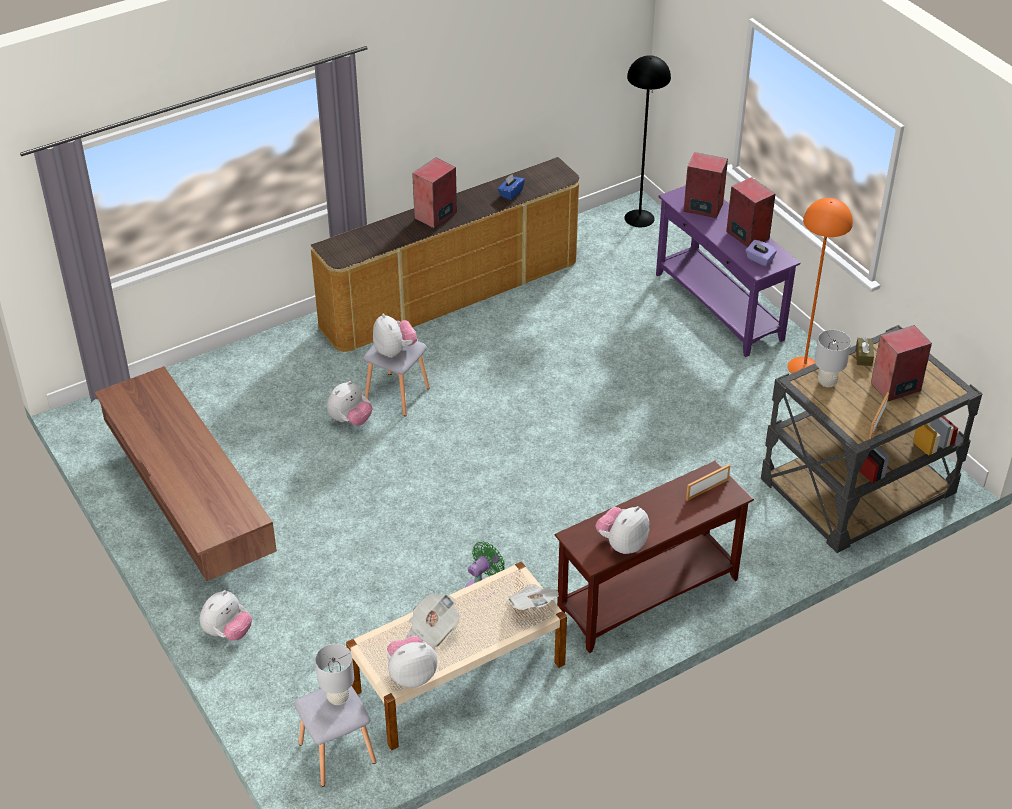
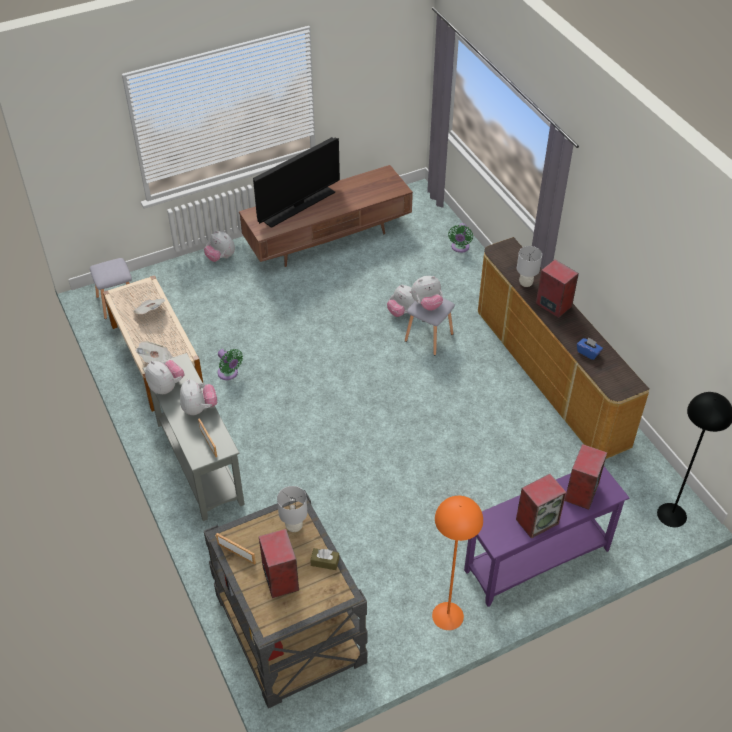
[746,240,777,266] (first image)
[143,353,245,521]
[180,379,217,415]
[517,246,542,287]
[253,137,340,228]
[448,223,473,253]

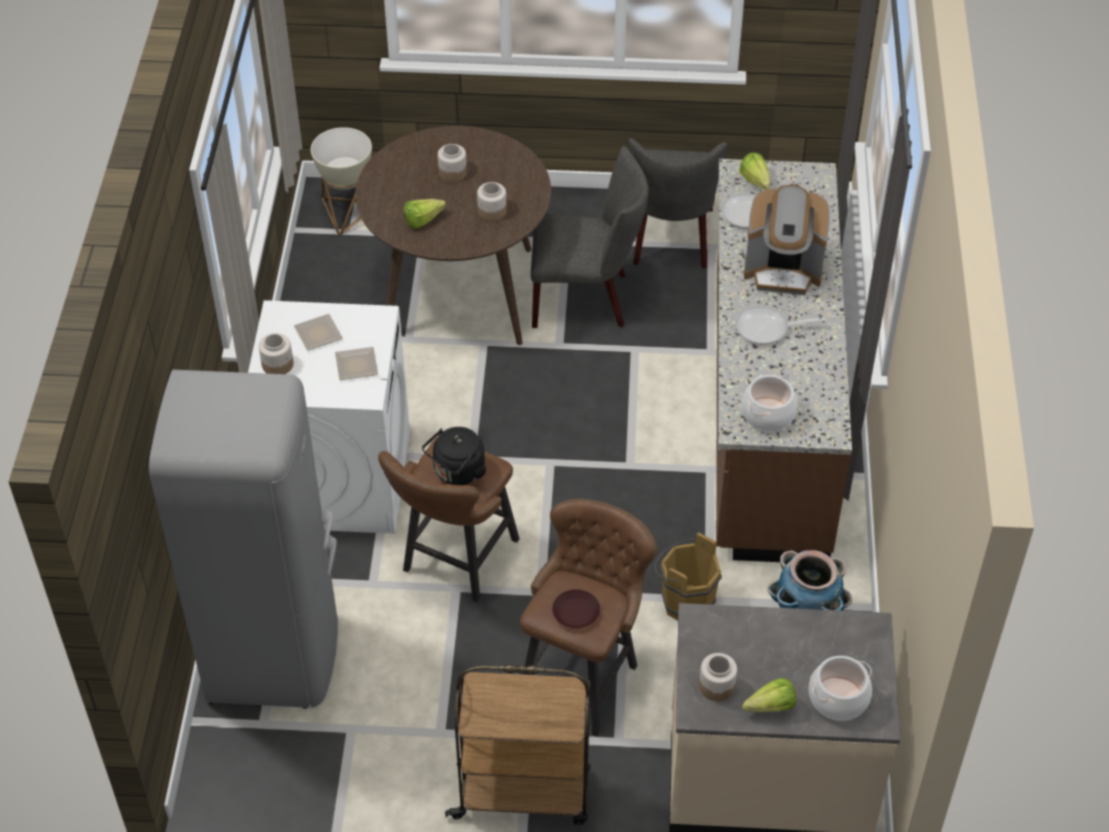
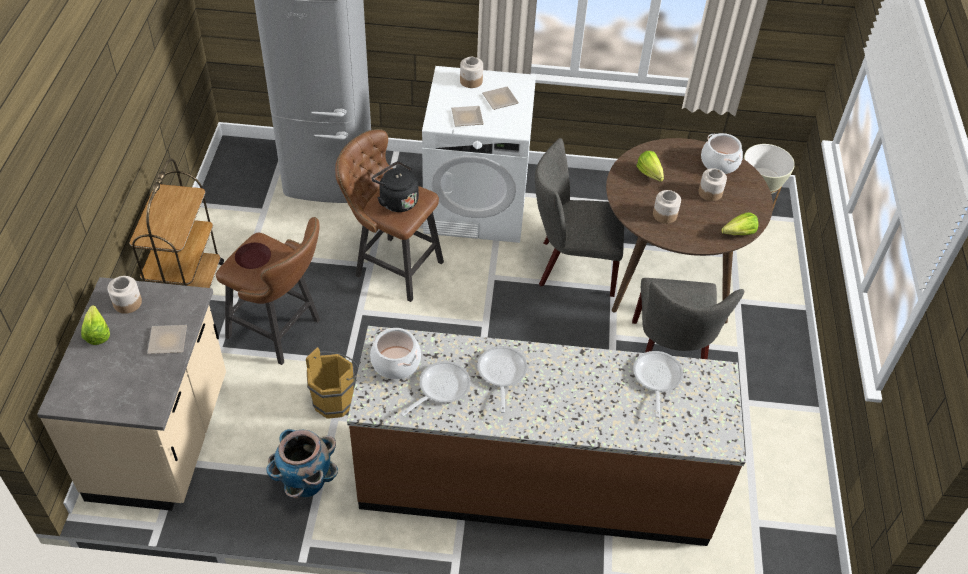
[535,138,624,297]
[721,212,758,235]
[744,185,830,295] (first image)
[701,133,743,174]
[147,325,187,354]
[400,361,470,416]

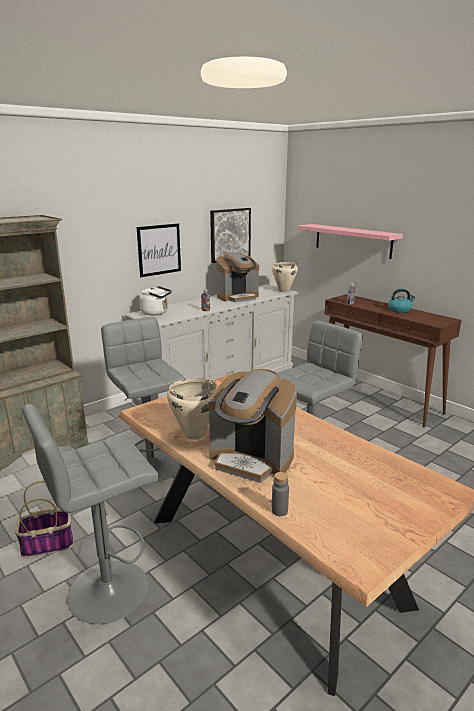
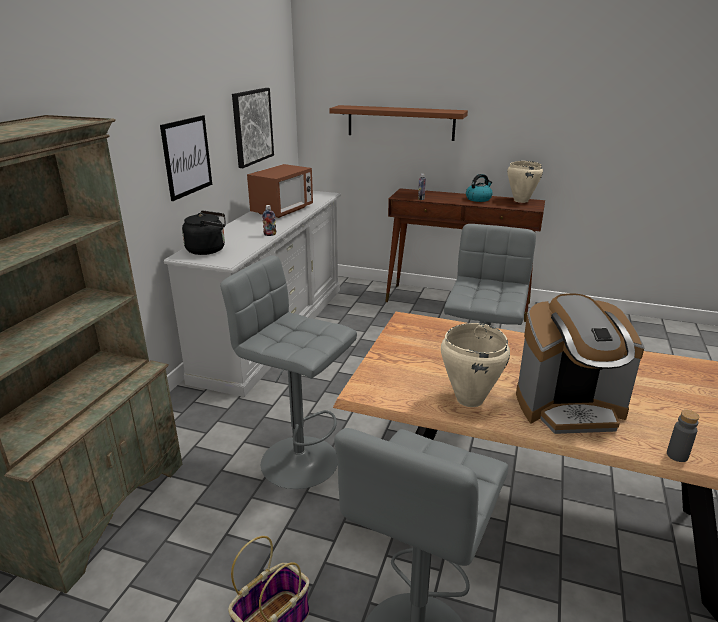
[329,105,468,141]
[247,164,313,218]
[507,161,543,203]
[182,210,226,255]

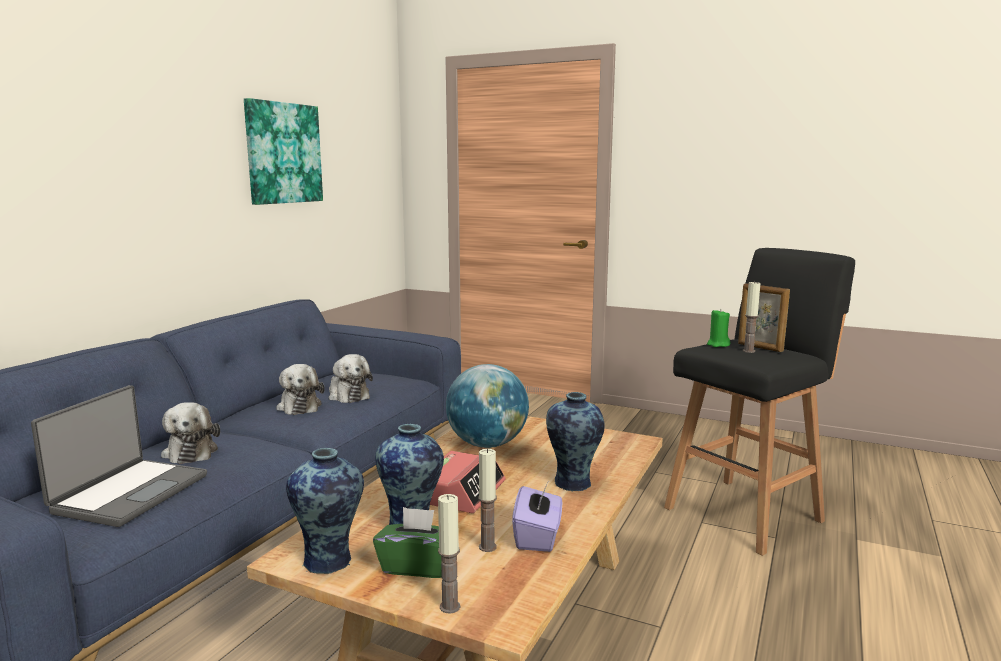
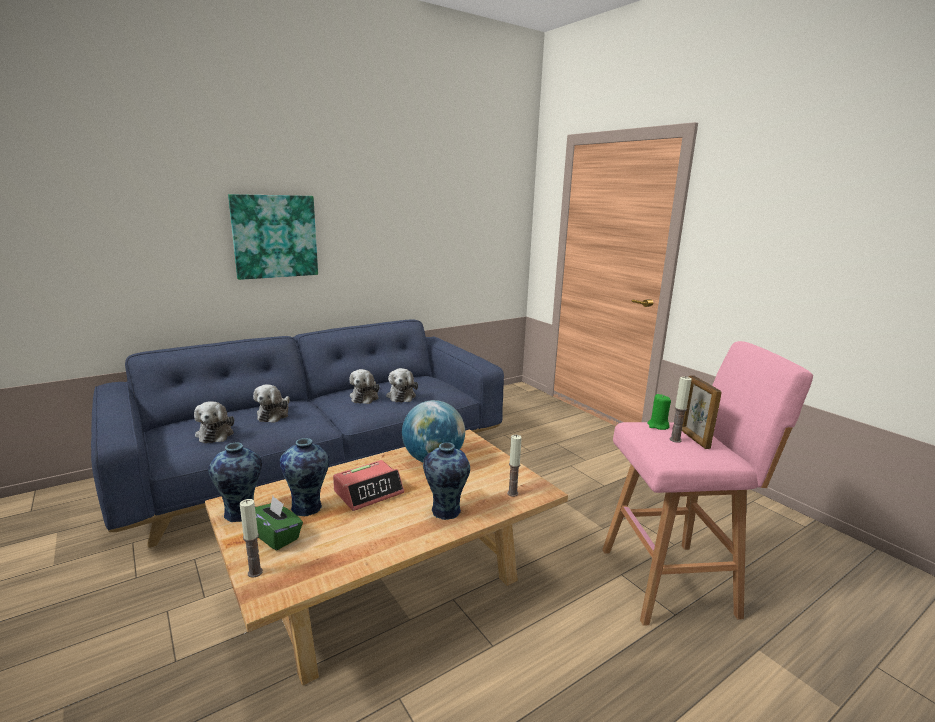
[228,194,318,280]
[602,341,813,626]
[194,401,234,443]
[507,435,522,497]
[512,485,562,552] (first image)

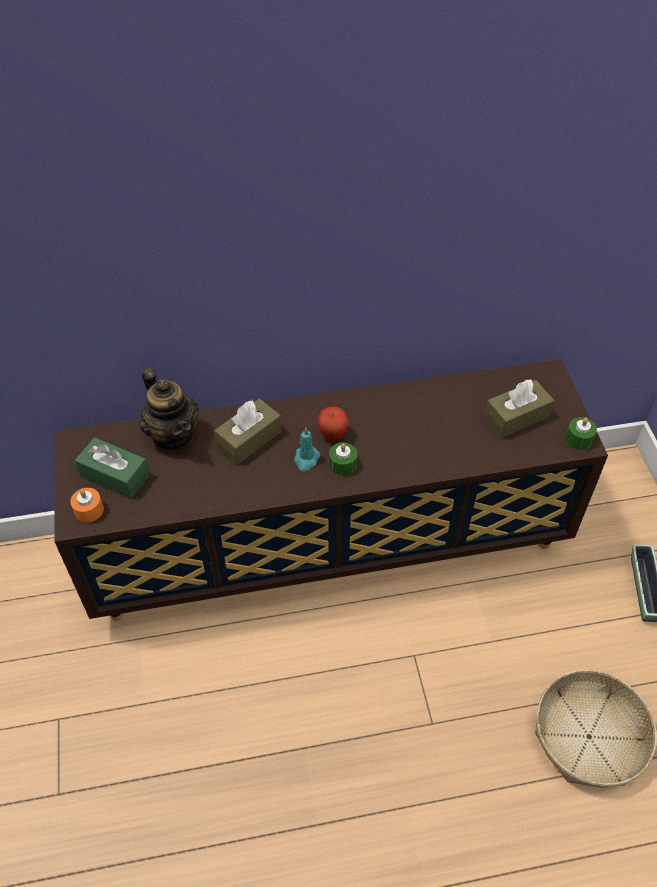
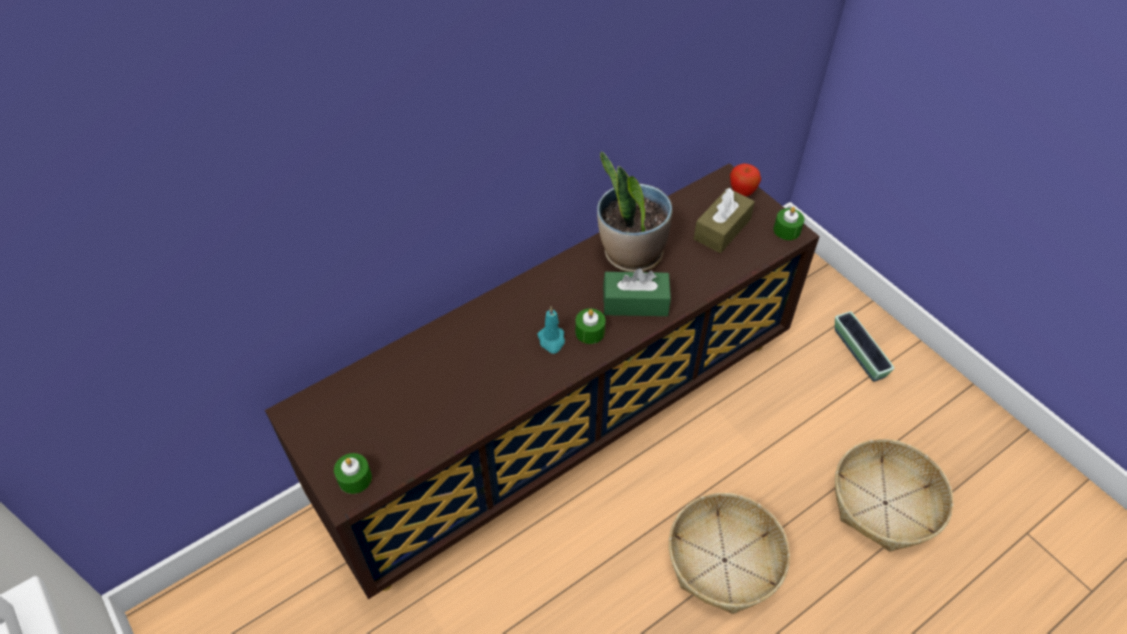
[139,368,199,450] (first image)
[214,398,282,464] (first image)
[730,164,761,197]
[603,268,671,316]
[334,453,372,494]
[597,151,672,272]
[669,493,790,614]

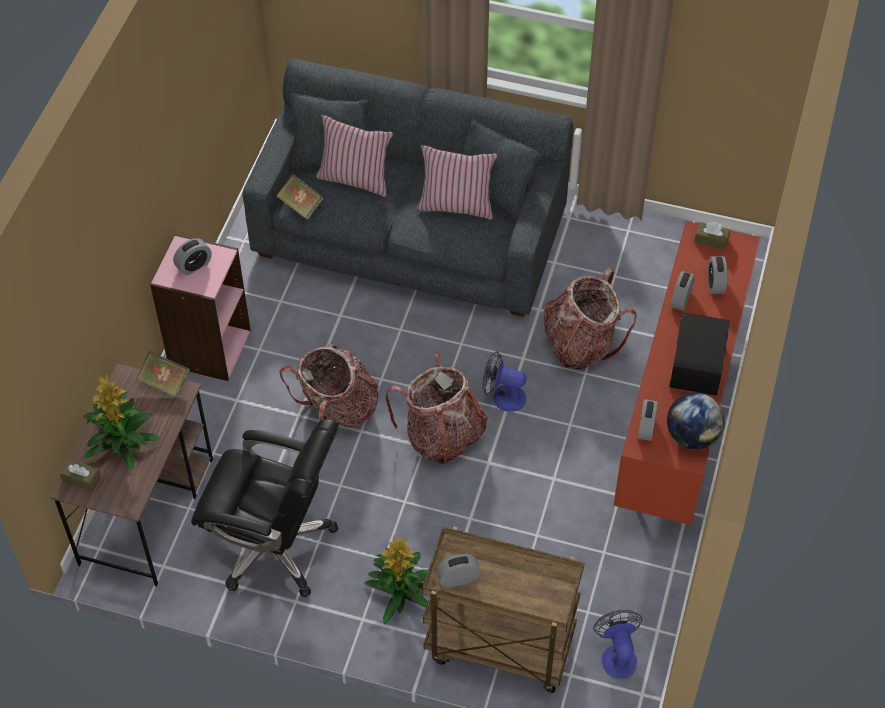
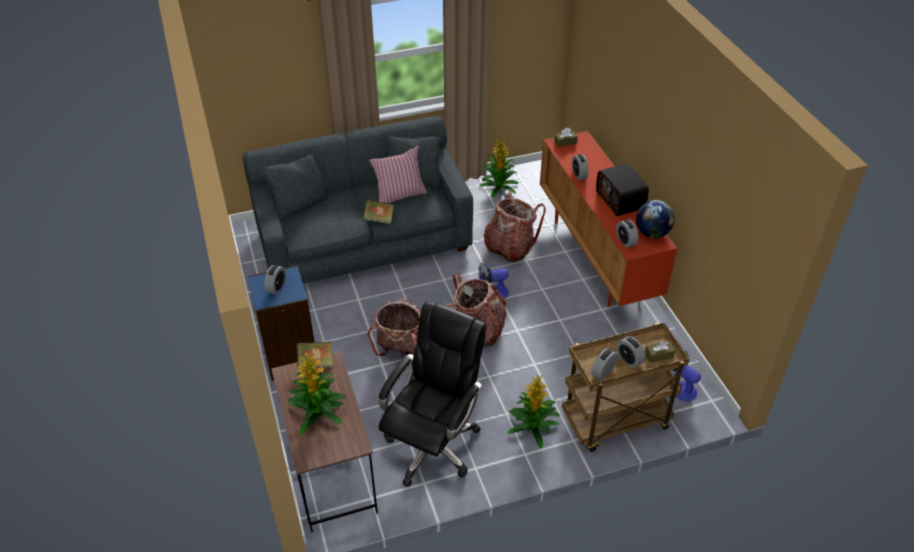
[316,115,393,197] (first image)
[363,200,394,224]
[247,265,315,381]
[616,336,646,368]
[378,301,486,487]
[645,341,676,363]
[479,137,519,198]

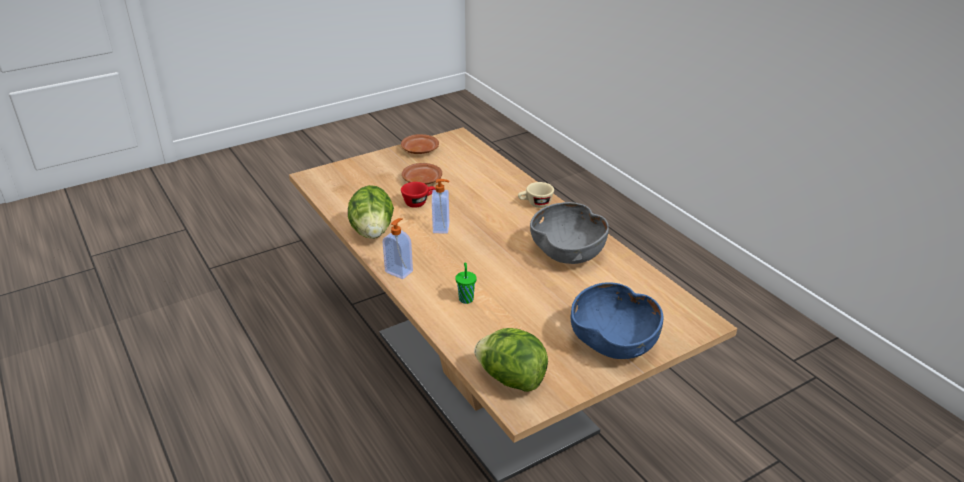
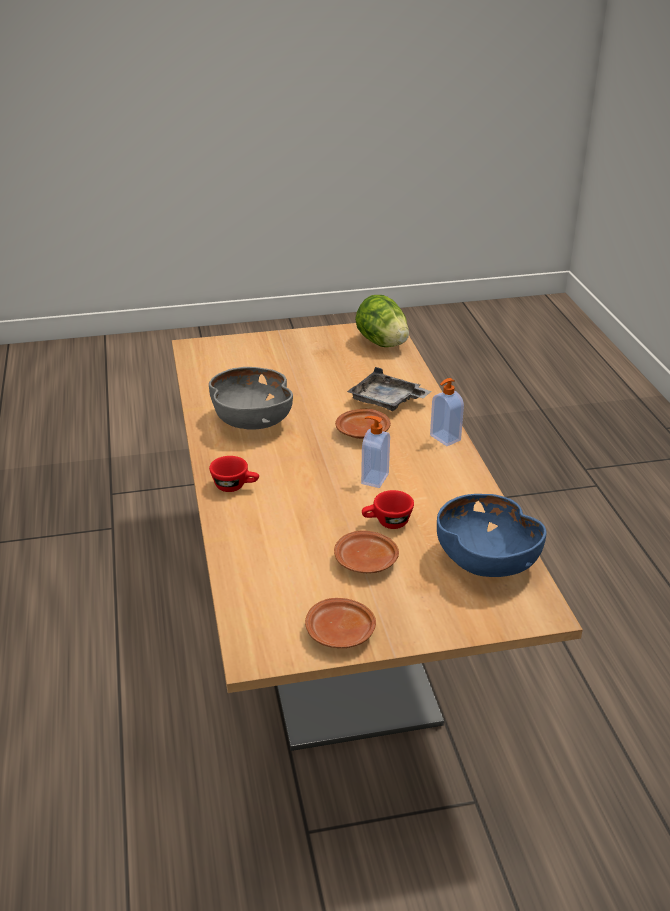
[209,456,259,492]
[348,185,394,239] (first image)
[347,367,431,411]
[437,494,547,577]
[335,409,391,439]

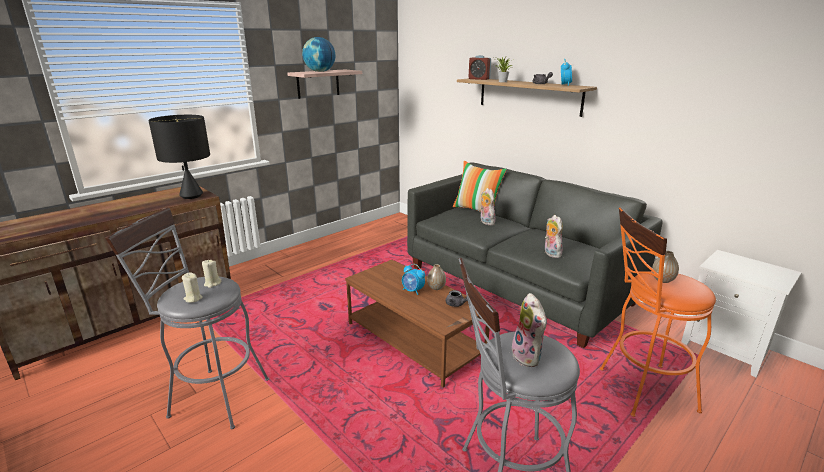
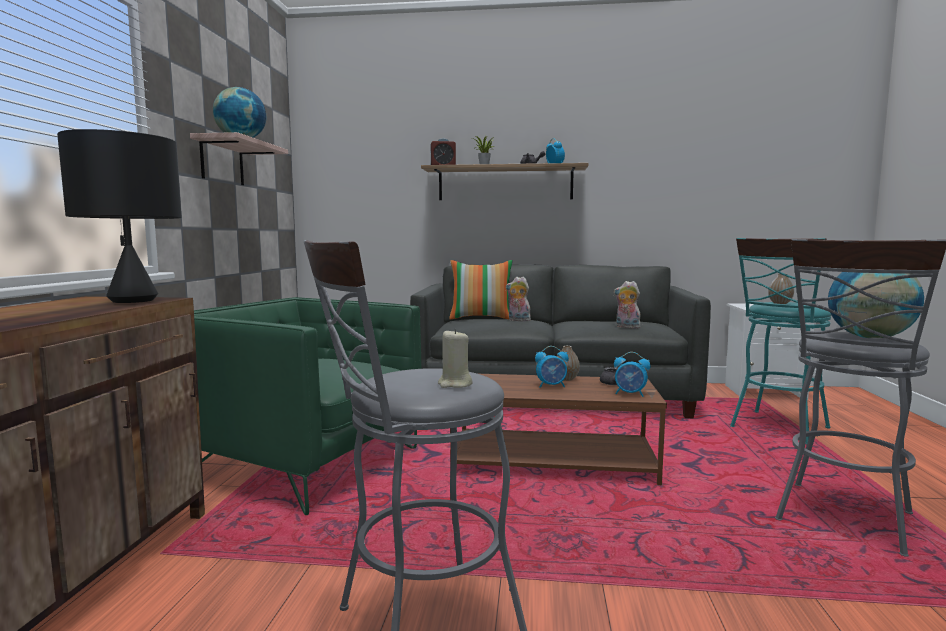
[730,238,831,445]
[202,260,221,288] (first image)
[828,272,924,339]
[194,297,421,515]
[614,352,651,397]

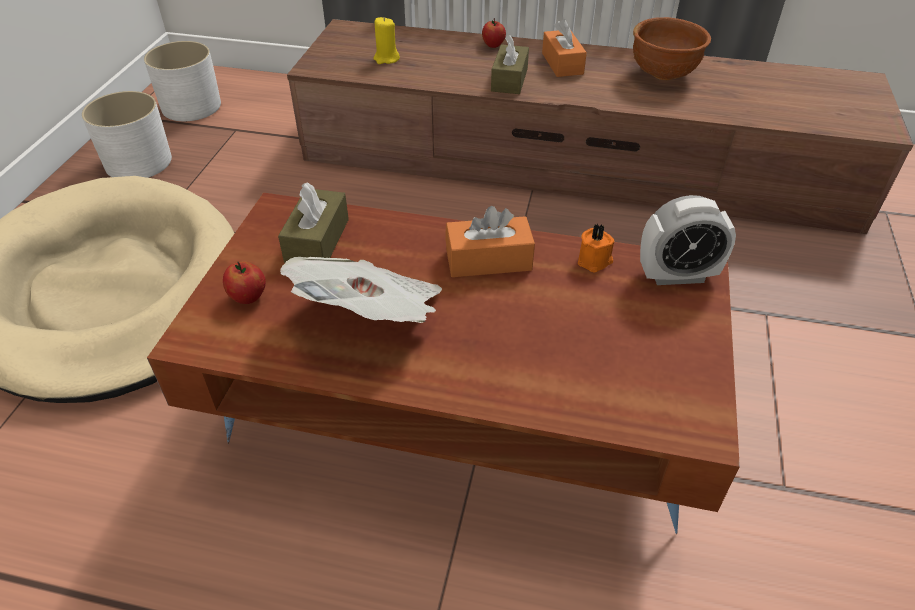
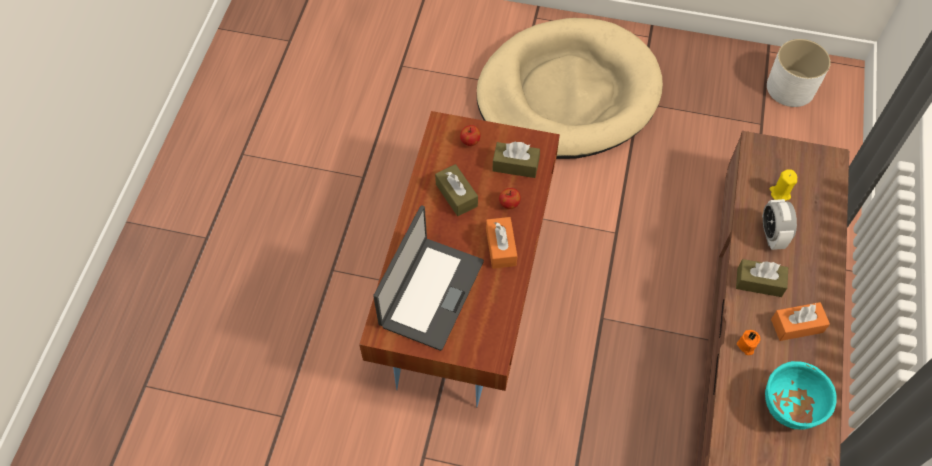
[765,361,837,430]
[499,188,521,209]
[82,91,172,178] (first image)
[762,199,797,250]
[737,330,760,355]
[435,164,478,216]
[373,206,484,351]

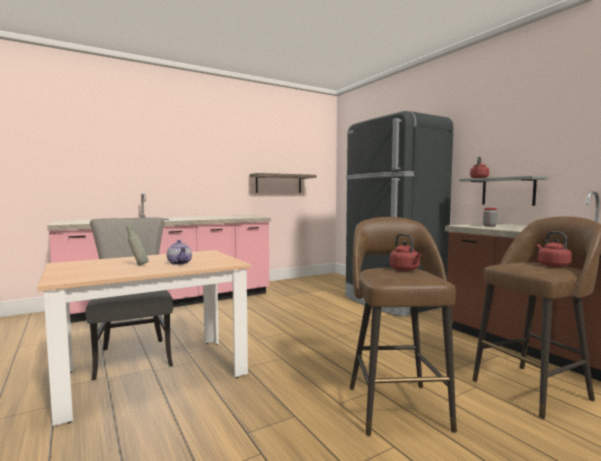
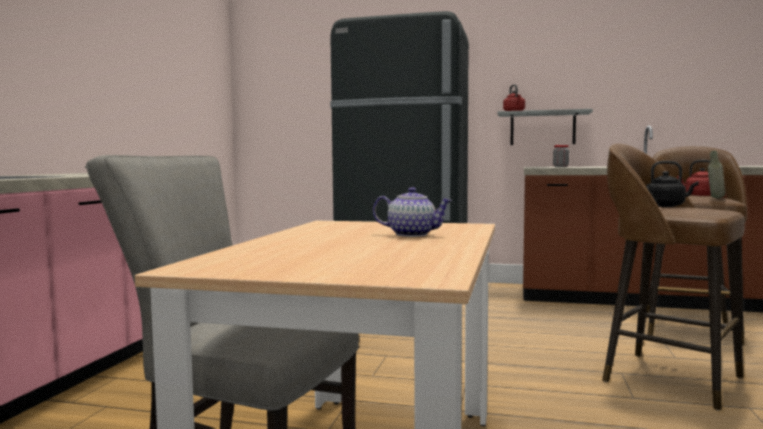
[249,173,317,193] (first image)
[708,151,725,198]
[646,161,699,207]

